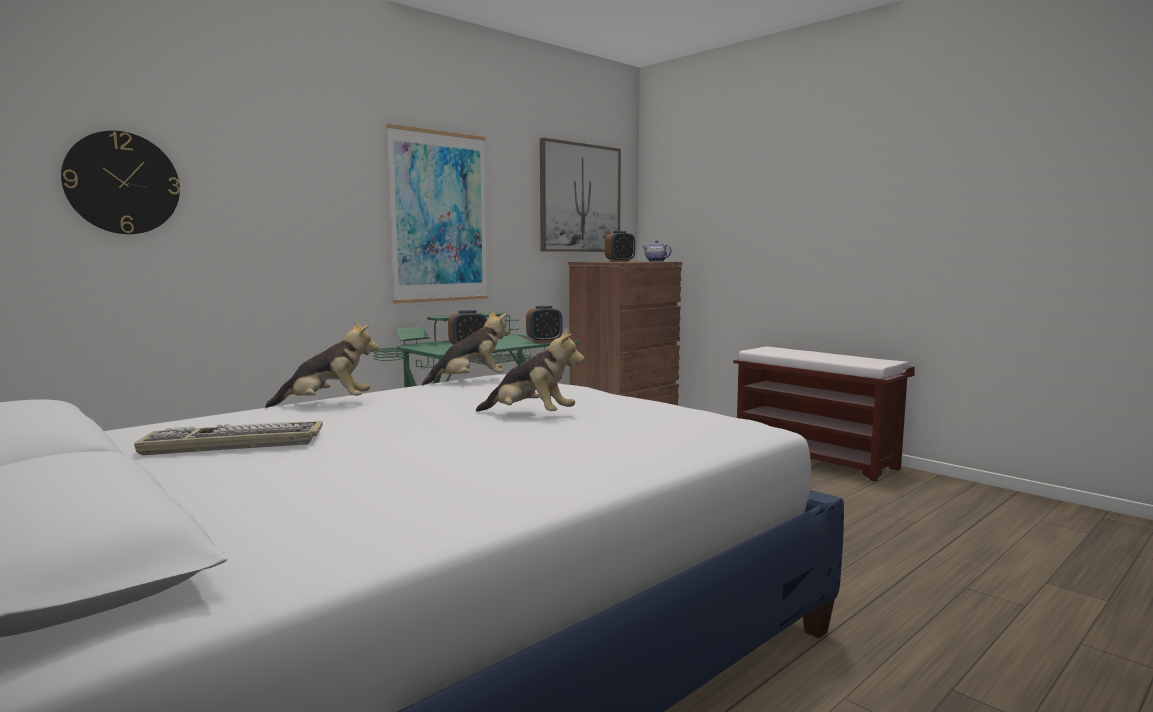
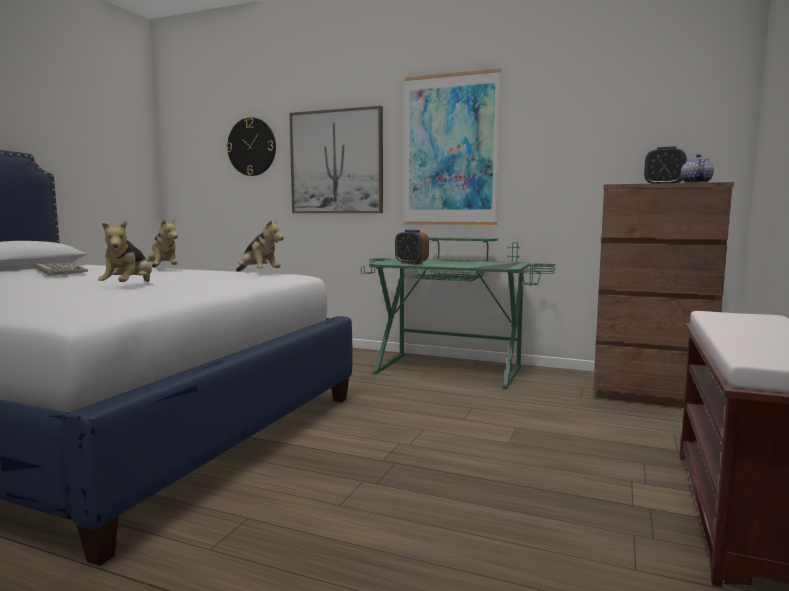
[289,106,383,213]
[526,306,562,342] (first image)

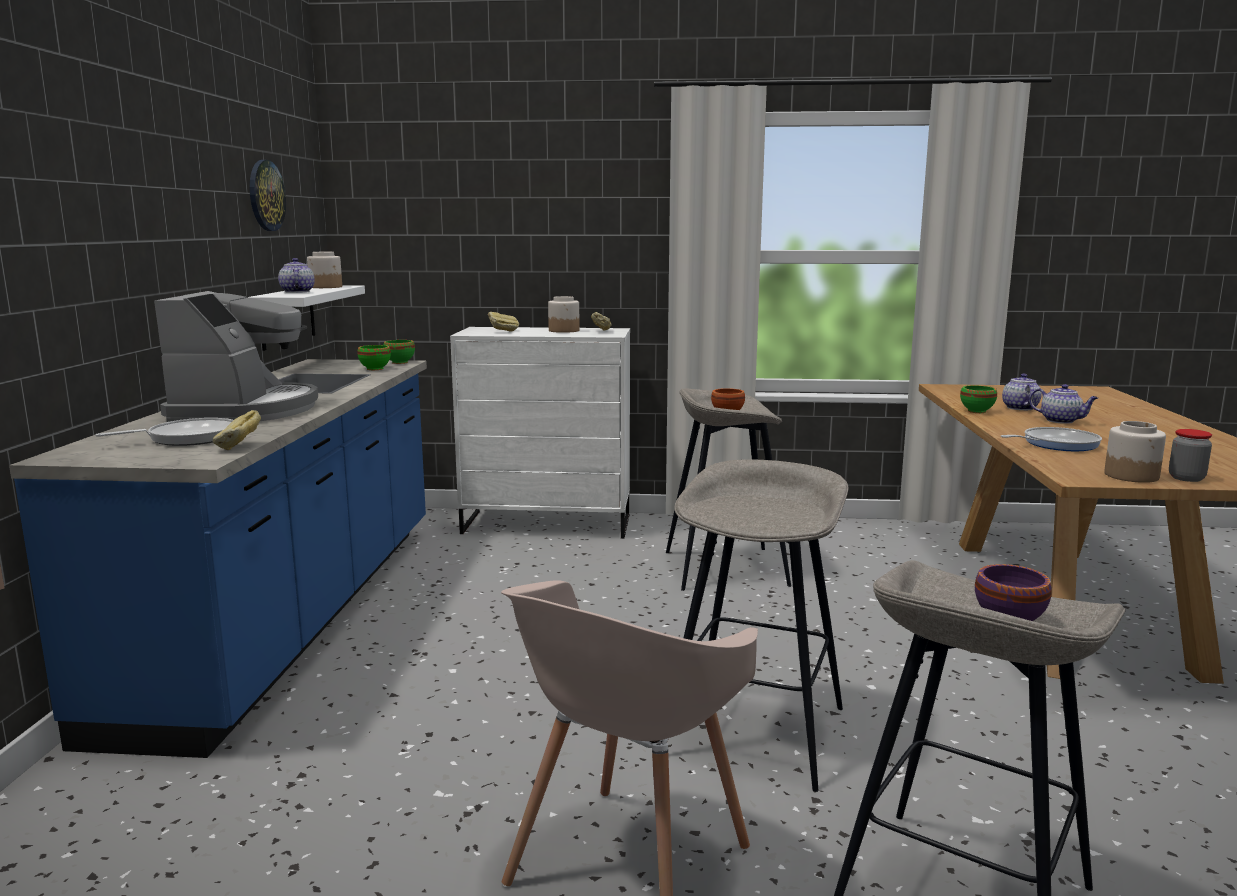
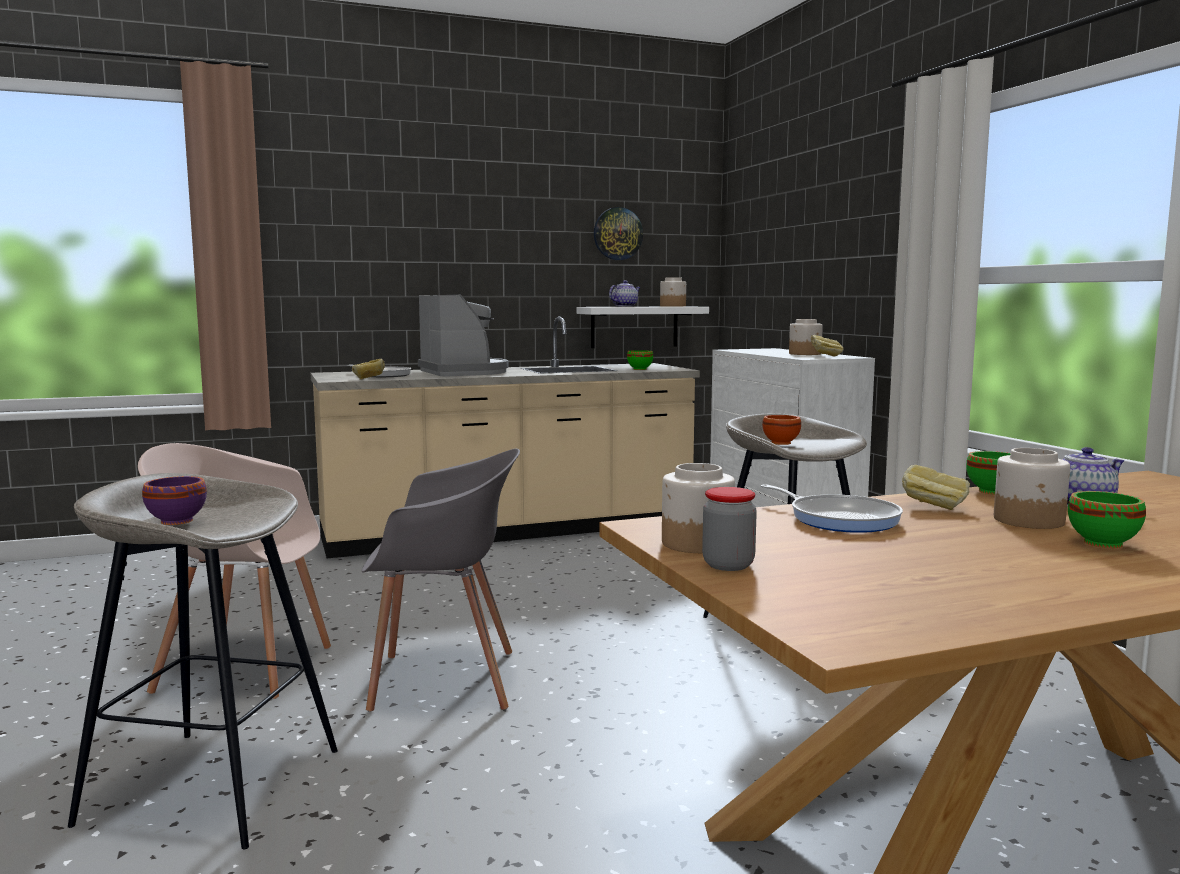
[418,294,509,377]
[902,465,970,510]
[1068,491,1146,548]
[311,317,700,558]
[994,448,1070,529]
[362,449,520,712]

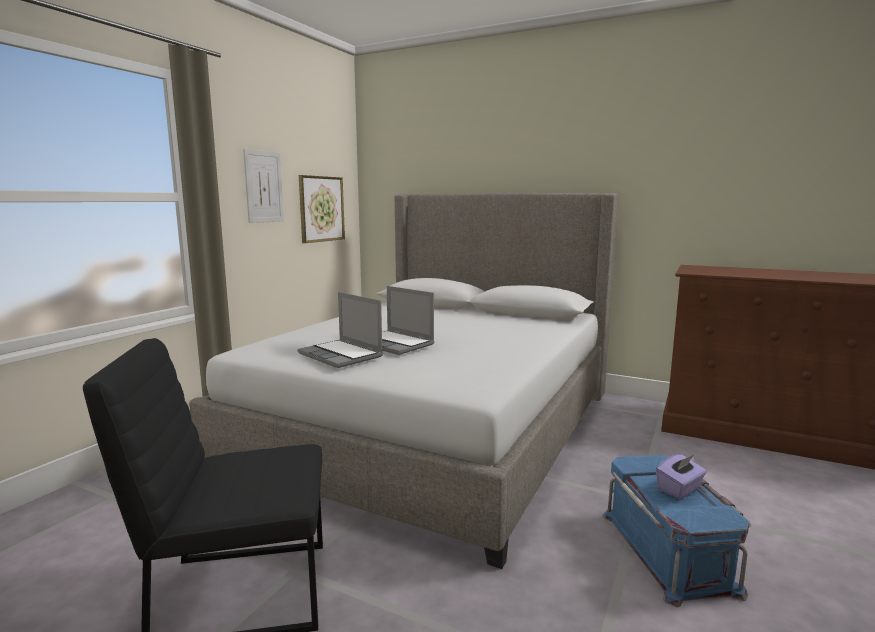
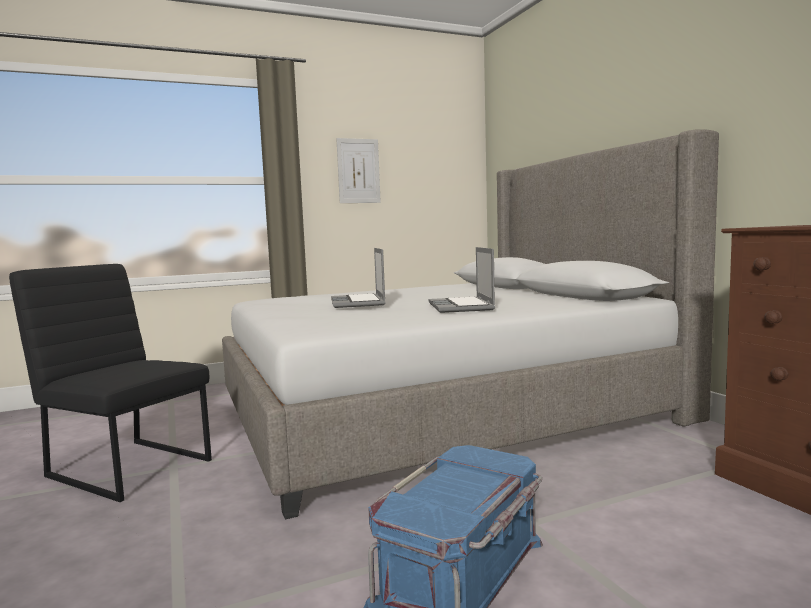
[299,175,345,243] (first image)
[429,247,495,313]
[656,454,707,499] (first image)

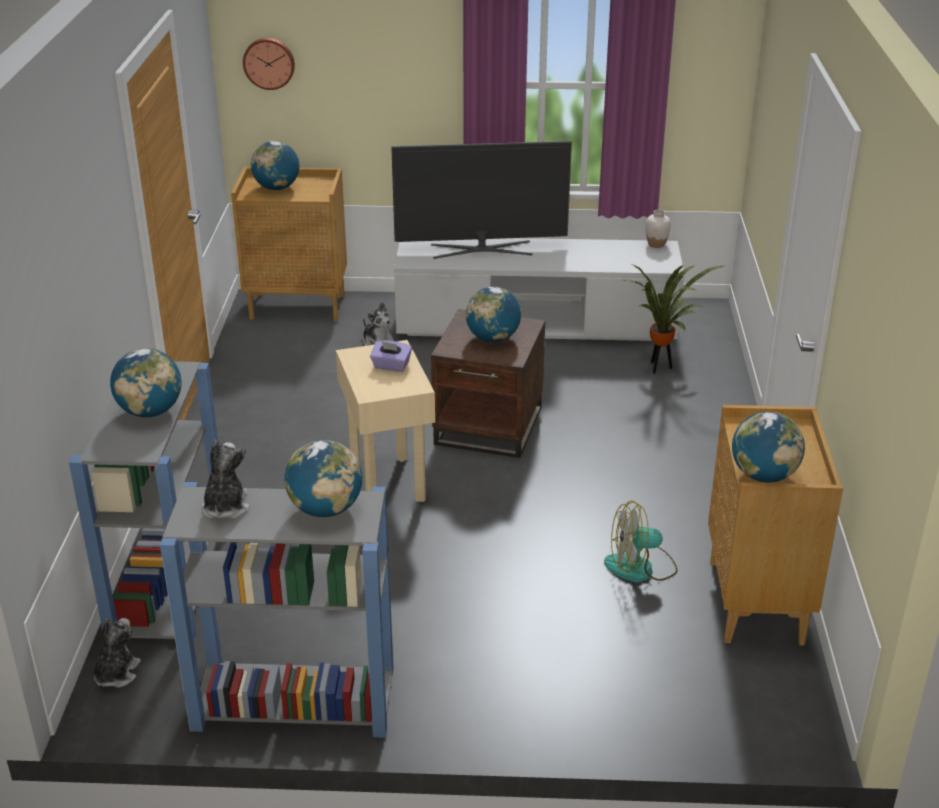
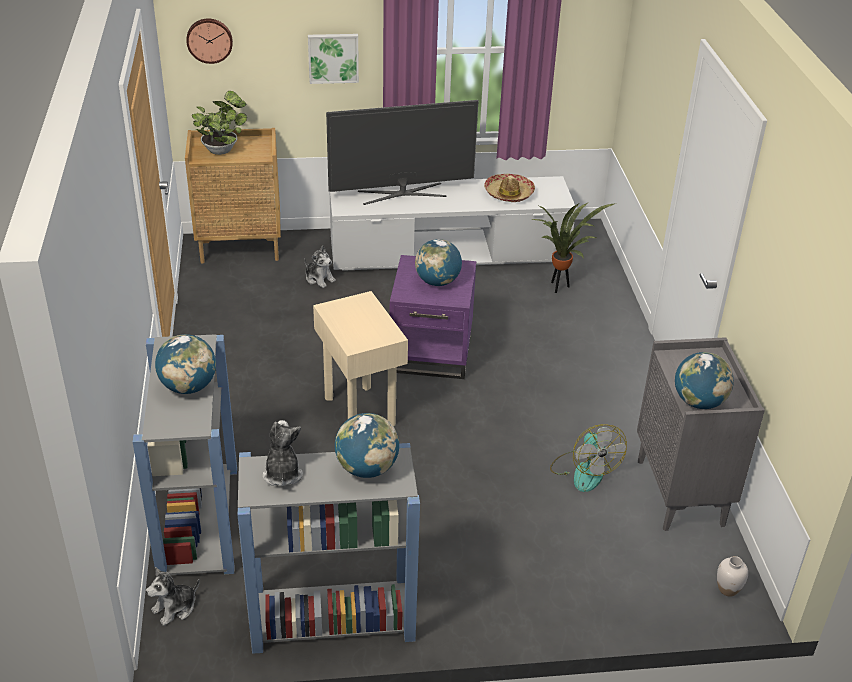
[191,91,247,155]
[717,556,748,597]
[390,255,476,379]
[370,341,412,372] (first image)
[637,337,765,531]
[550,424,627,492]
[146,567,199,626]
[308,34,359,84]
[484,174,535,202]

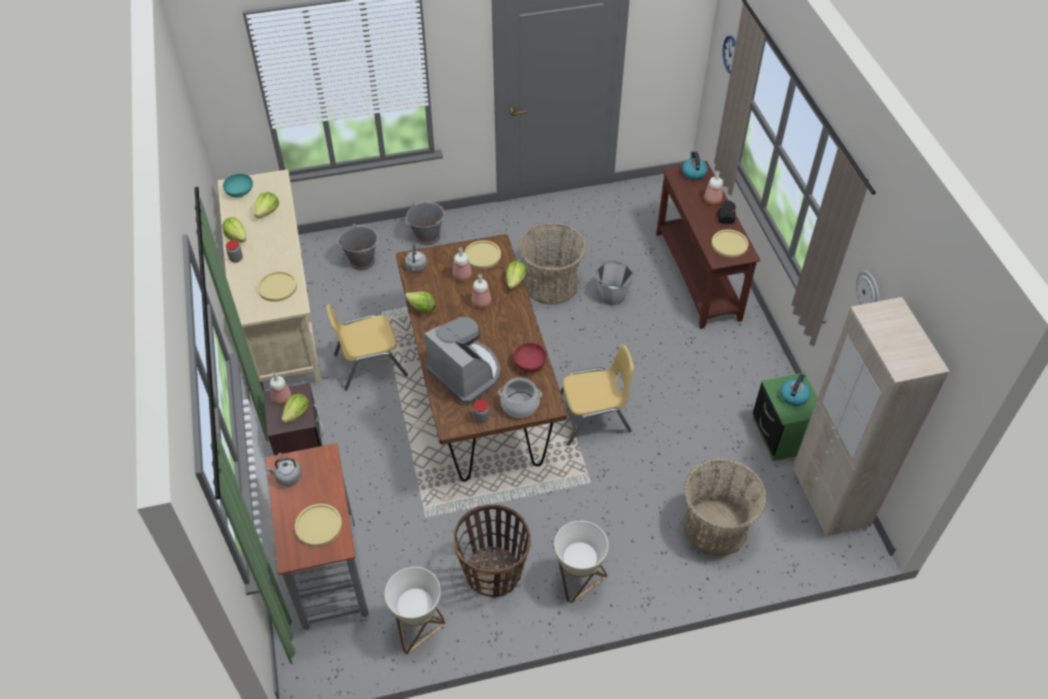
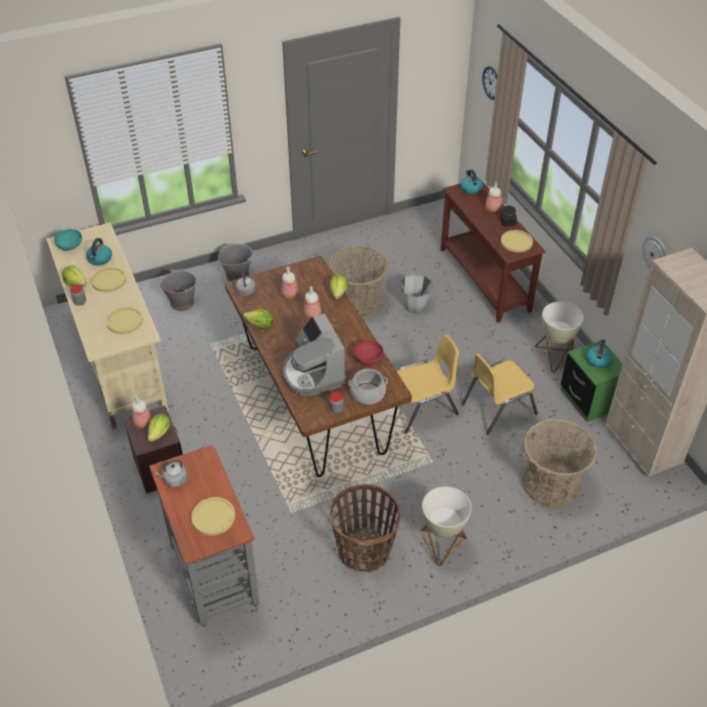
[86,238,112,266]
[91,267,126,292]
[461,353,538,435]
[283,314,347,396]
[534,302,584,373]

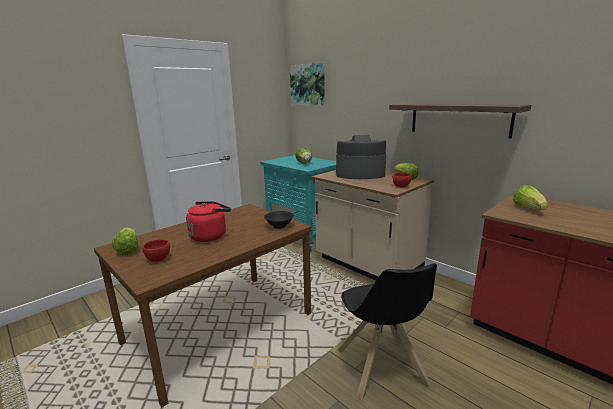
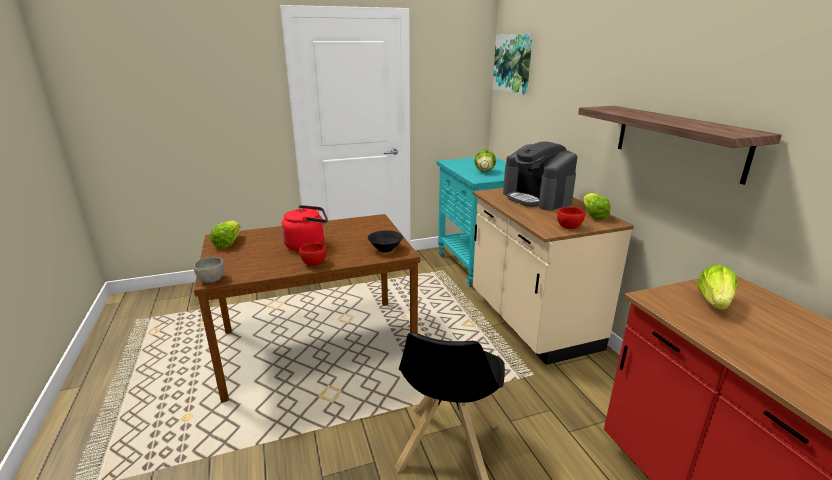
[503,141,577,210]
[299,243,327,266]
[194,257,225,283]

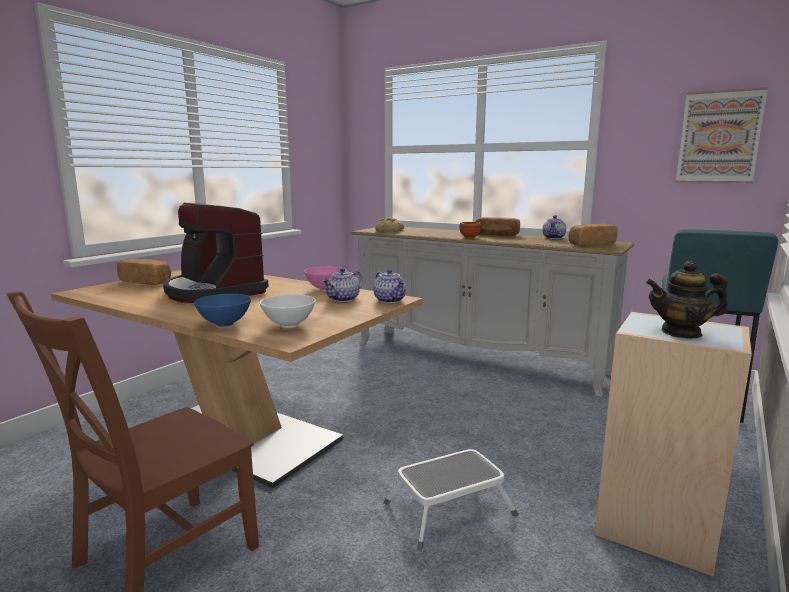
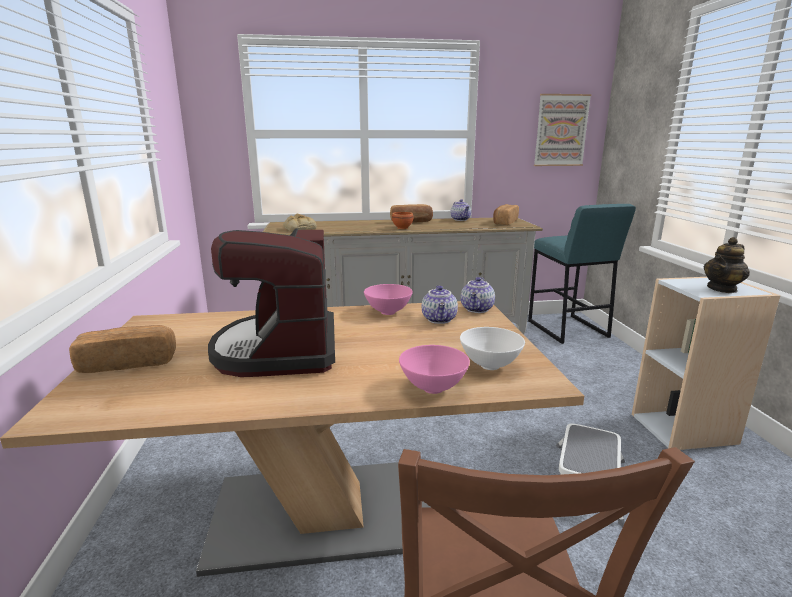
[208,228,335,377]
[461,277,495,313]
[399,345,470,394]

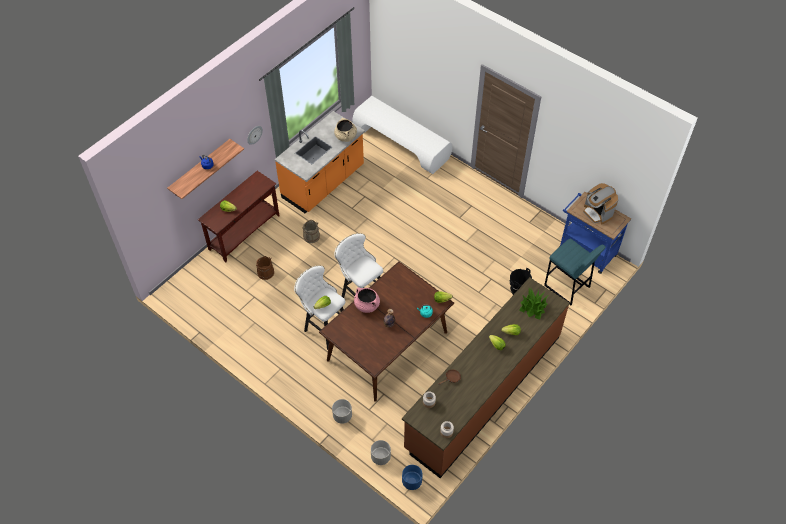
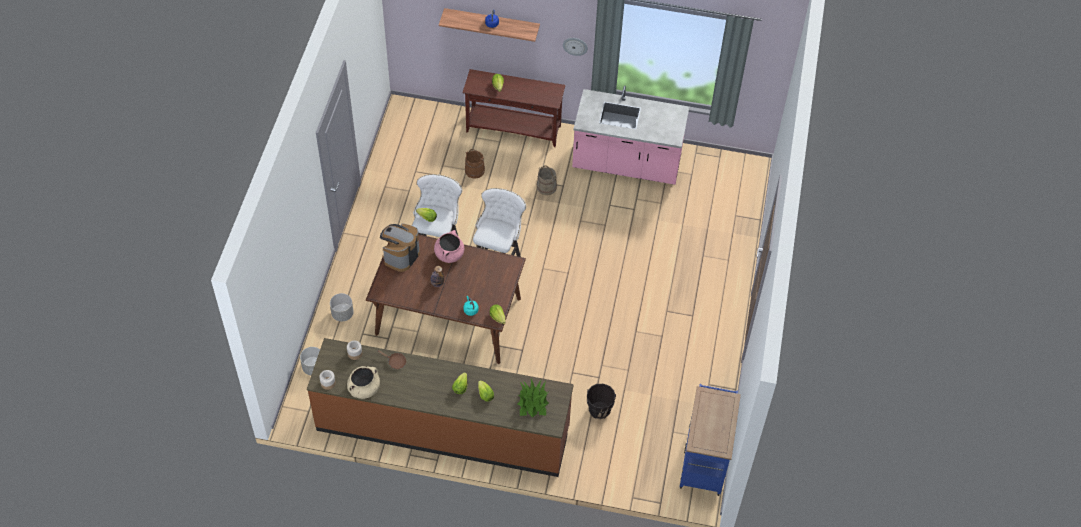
[352,96,453,174] (first image)
[572,86,689,185]
[347,366,380,399]
[380,223,420,272]
[544,239,606,305] (first image)
[402,465,423,490] (first image)

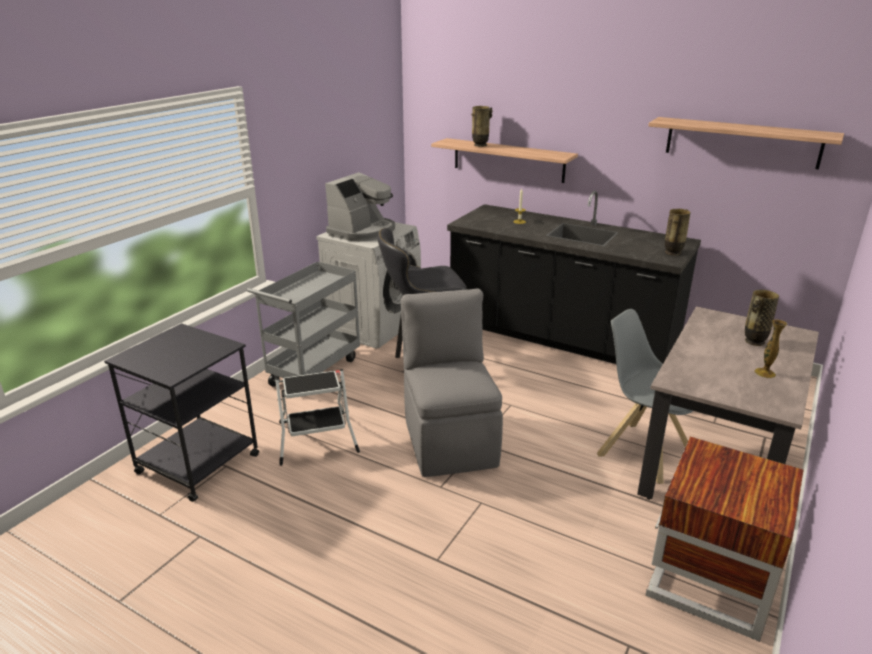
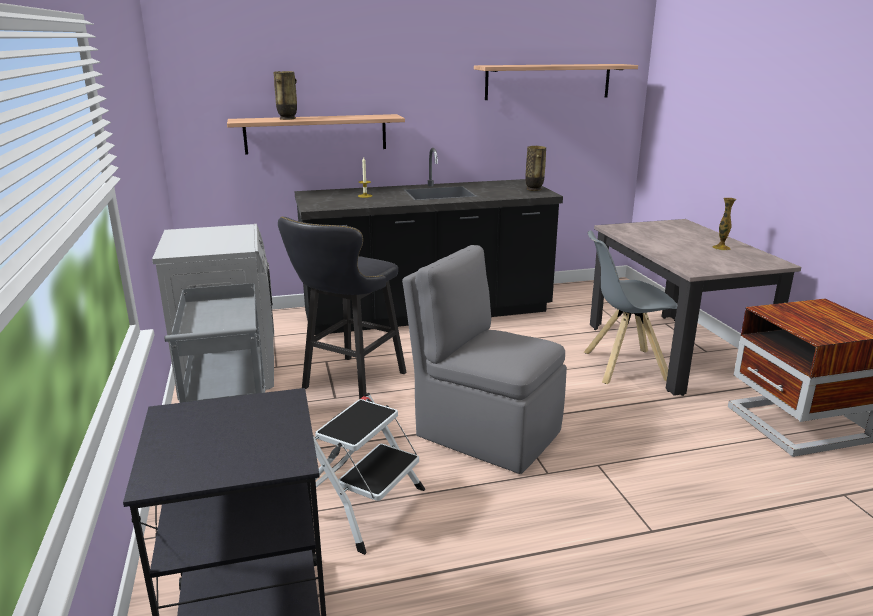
[325,172,395,241] (first image)
[745,290,779,346] (first image)

